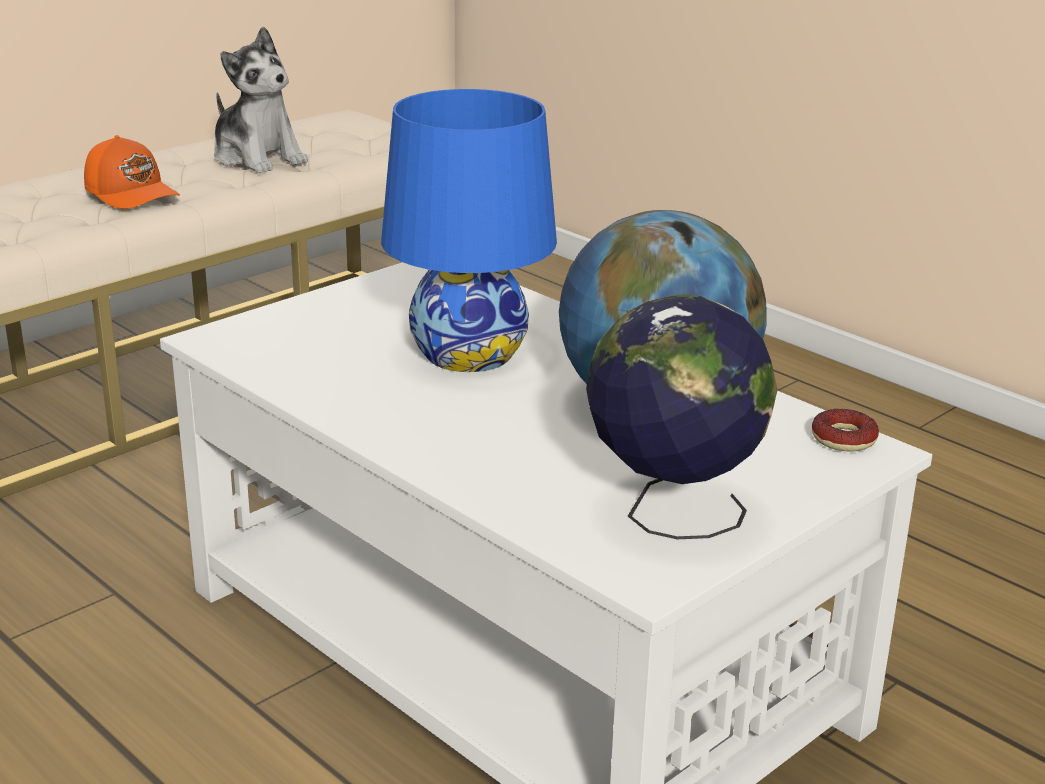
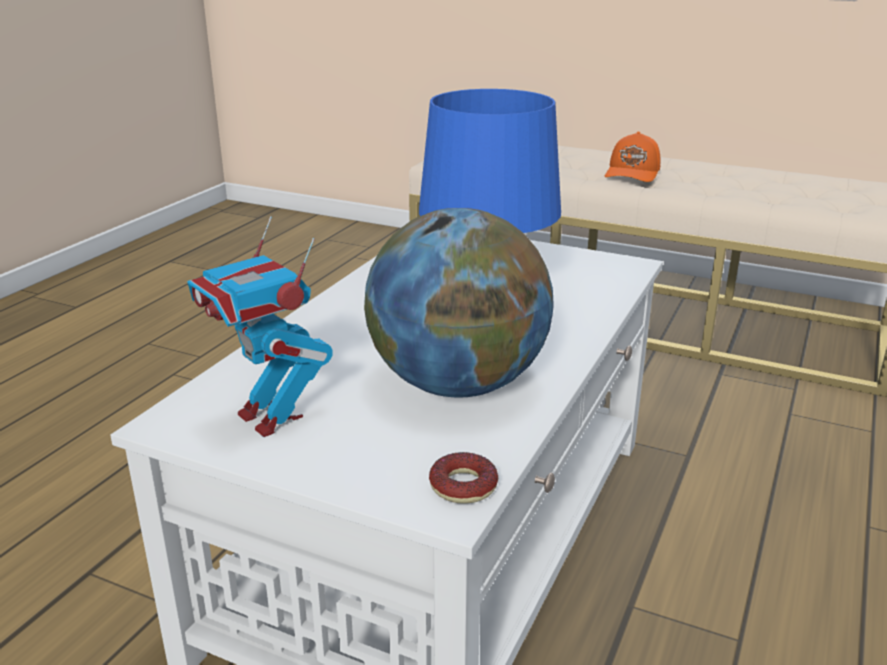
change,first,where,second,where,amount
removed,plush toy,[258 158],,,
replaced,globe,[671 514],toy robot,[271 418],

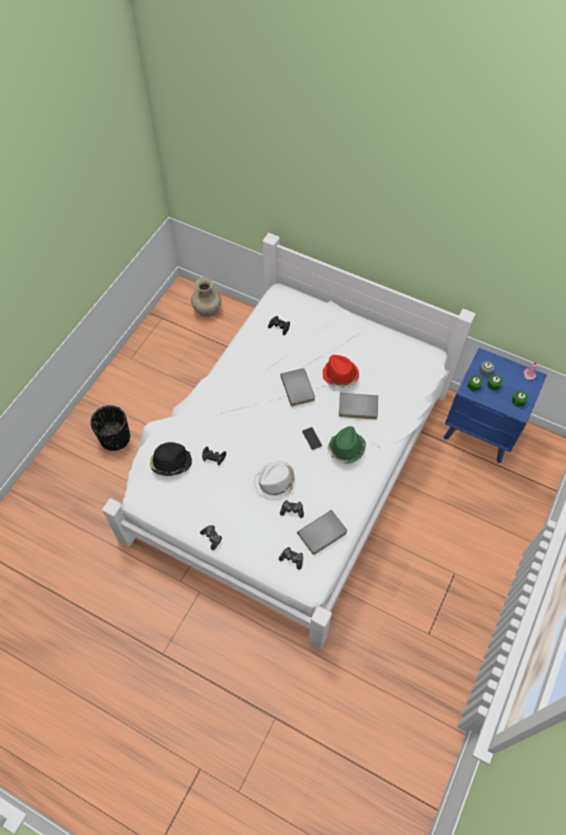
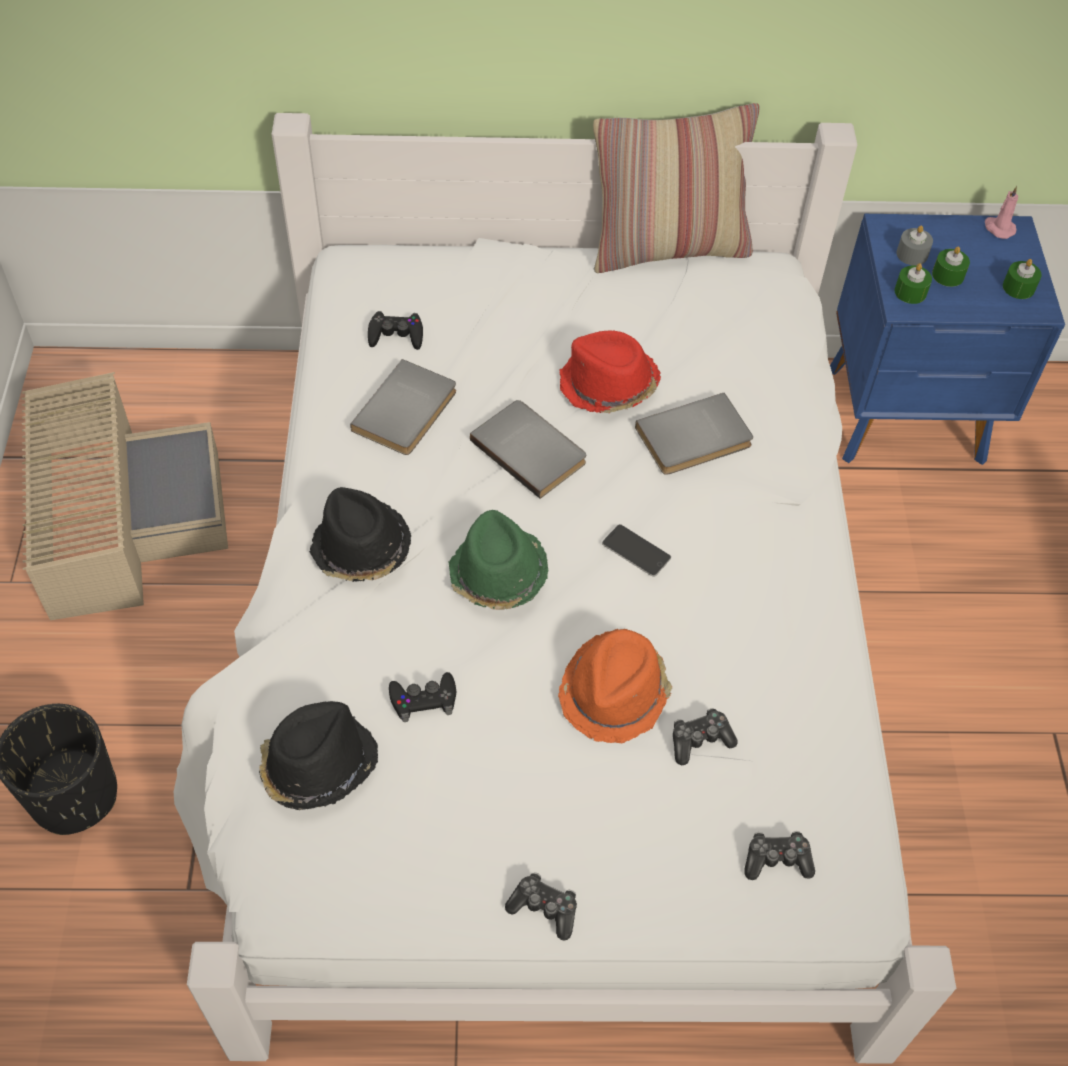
change,first,where,second,where,amount
removed,vase (beige),[207 309],,,
added,,,storage box (beige),[121 515],
added,,,hat (black),[361 549],
added,,,pillow,[667 248],
moved,book (grey),[323 534],,[408 412],
moved,hat (green),[346 449],,[497 575],
recoloured,hat (white),[275 482],hat (orange),[615 693],

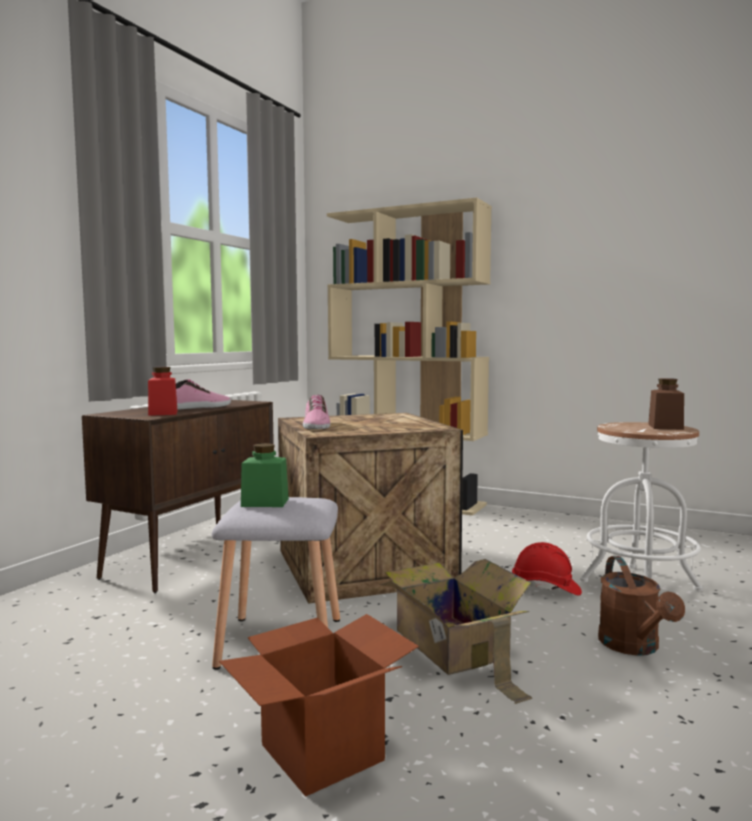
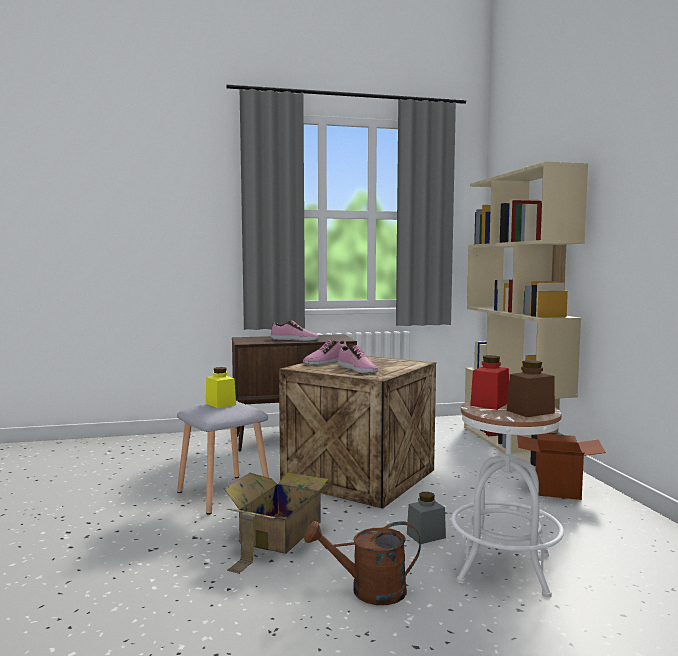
change,first,where,second,where,amount
added,,,shoe,[356 369],
moved,jar (red),[163 413],,[489 404],
moved,cardboard box,[322 752],,[557 489],
replaced,hard hat (red),[546 588],jar (grey),[426 536],
recoloured,jar (green),[265 502],jar (yellow),[220 404],
turned,watering can (brown),[634 647],,[368 591],45 degrees clockwise

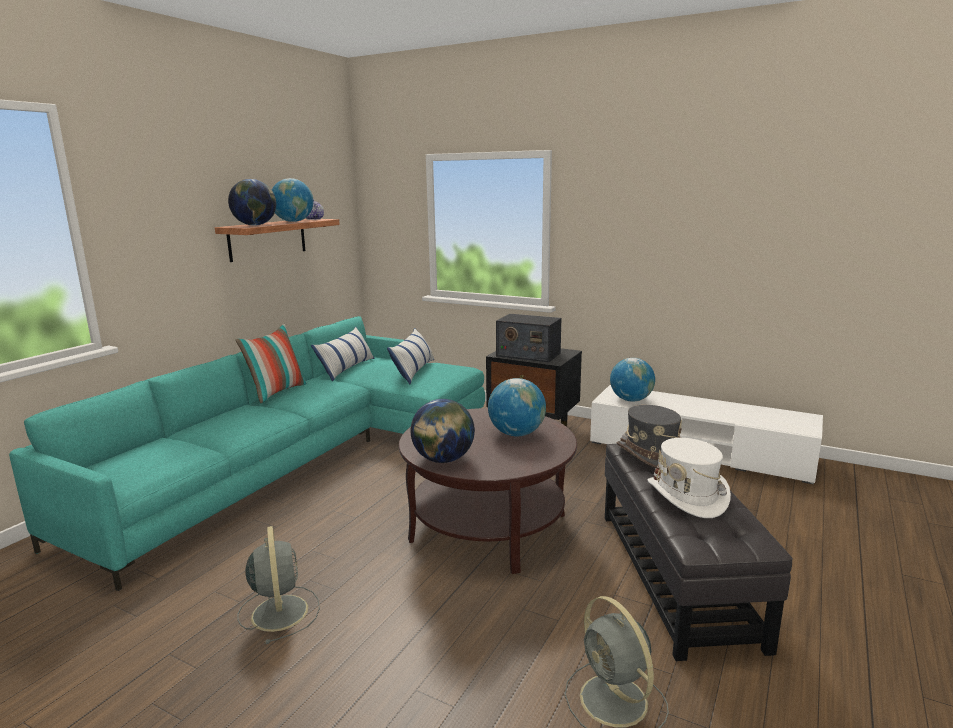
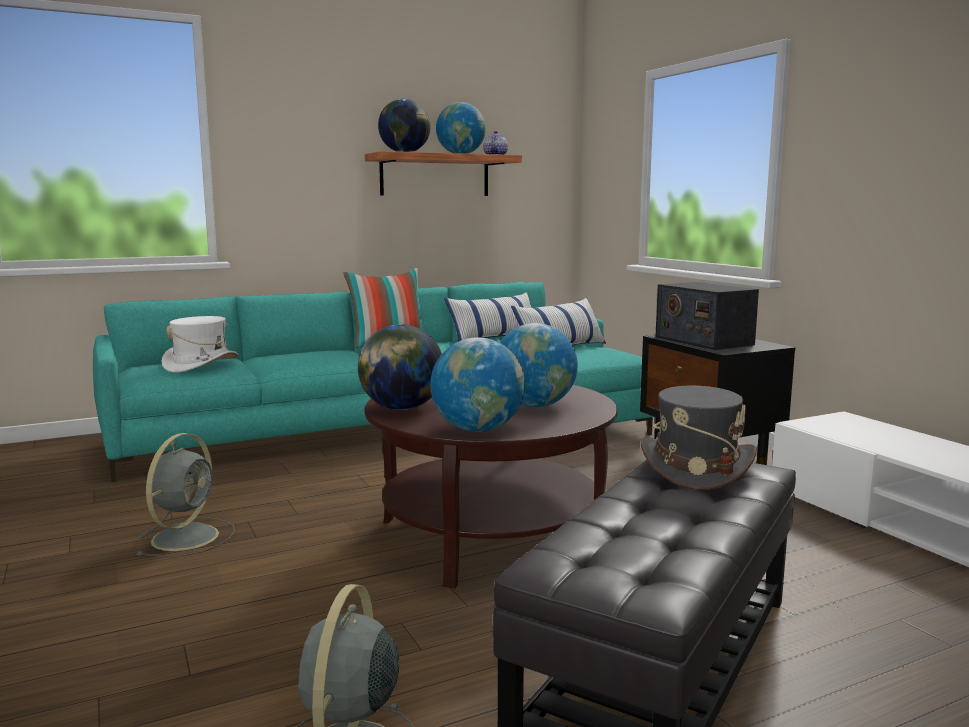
change,first,where,second,where,amount
moved,globe,[631 400],,[478 429],
moved,hat (white),[687 496],,[201 365],

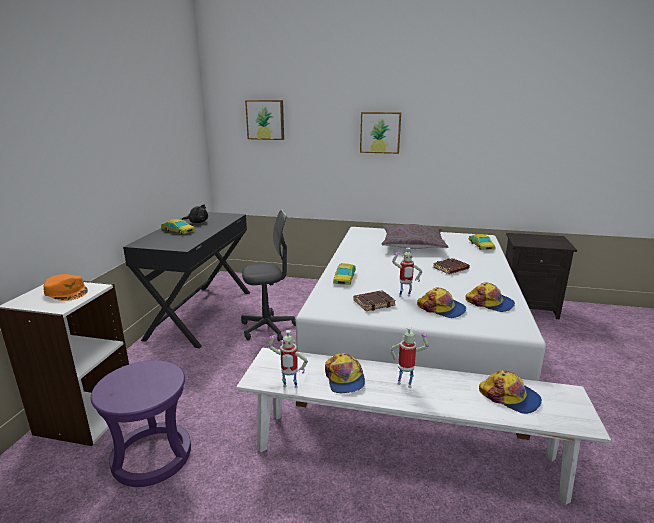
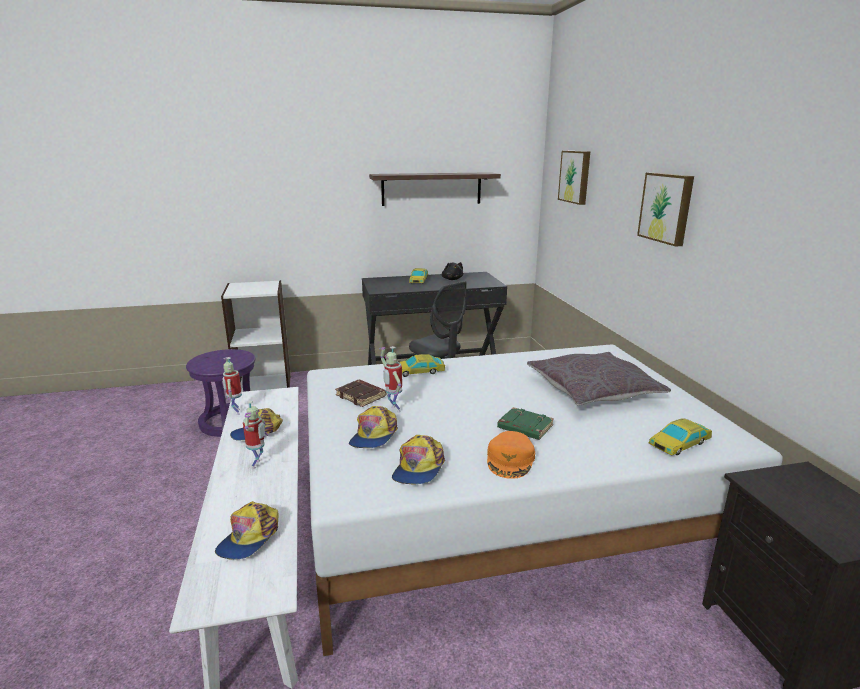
change,first,where,second,where,amount
added,,,shelf,[431 189],
moved,cap (orange),[67 292],,[510 460],
recoloured,book (brown),[450 269],book (green),[524 427],

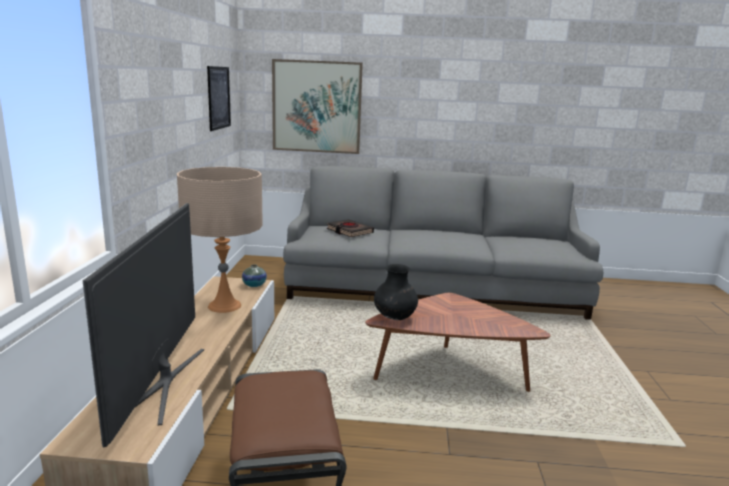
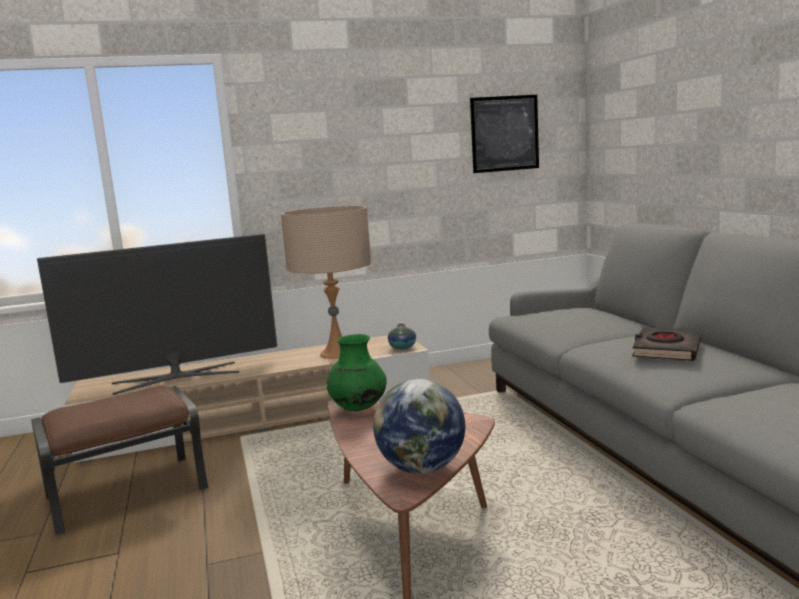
change,first,where,second,where,amount
removed,picture,[316 107],,,
added,,,globe,[421 468],
moved,book (black),[349 231],,[666 350],
recoloured,vase (black),[394 318],vase (green),[358 408],

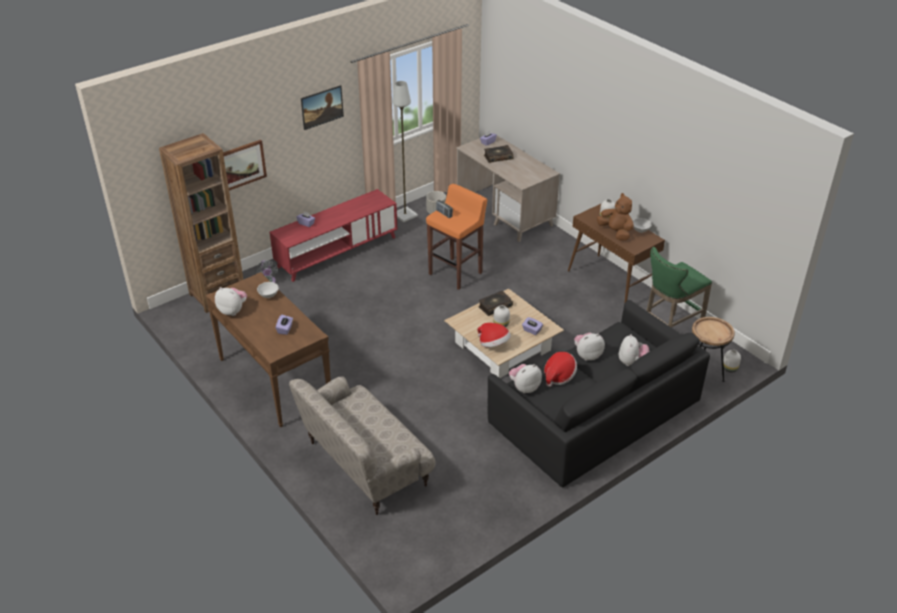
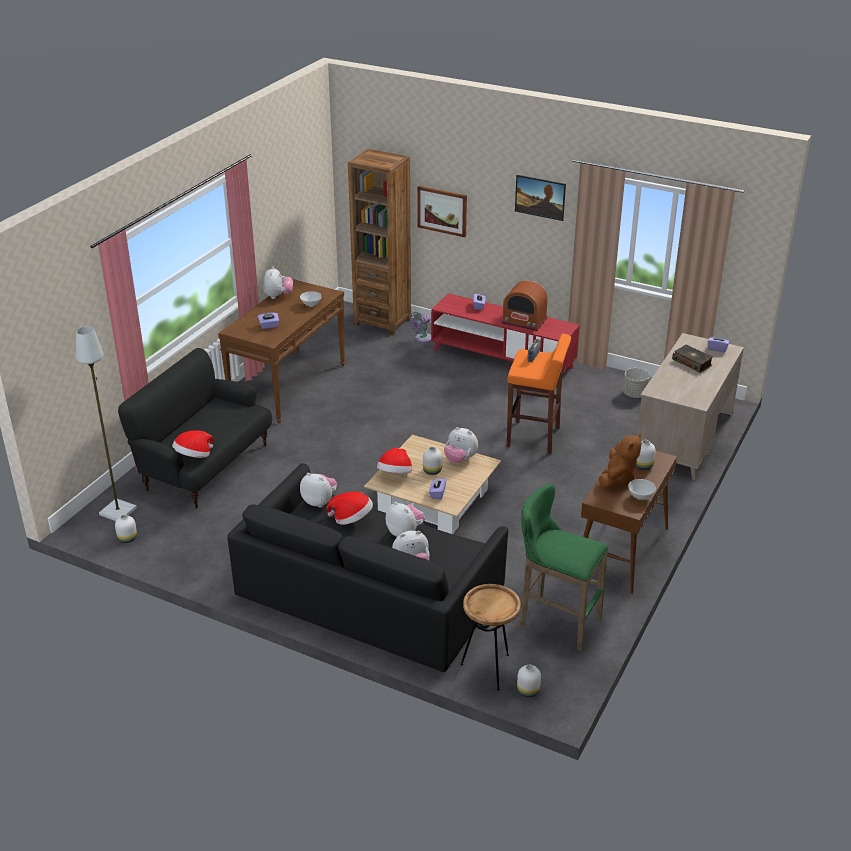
change,first,where,second,where,amount
added,,,vase (white),[127 538],
added,,,hat,[194 456],
added,,,radio,[524 321],
moved,floor lamp (grey),[404 215],,[118 511],
replaced,book,[494 306],plush toy,[460 459],
recoloured,sofa (beige),[365 465],sofa (black),[205 466],

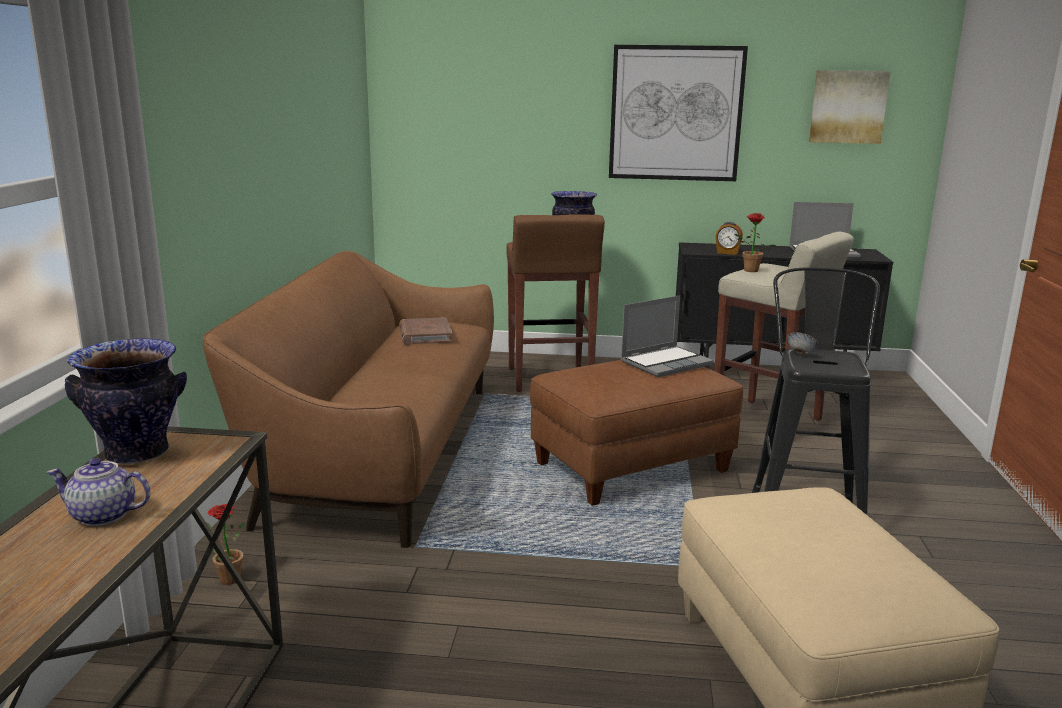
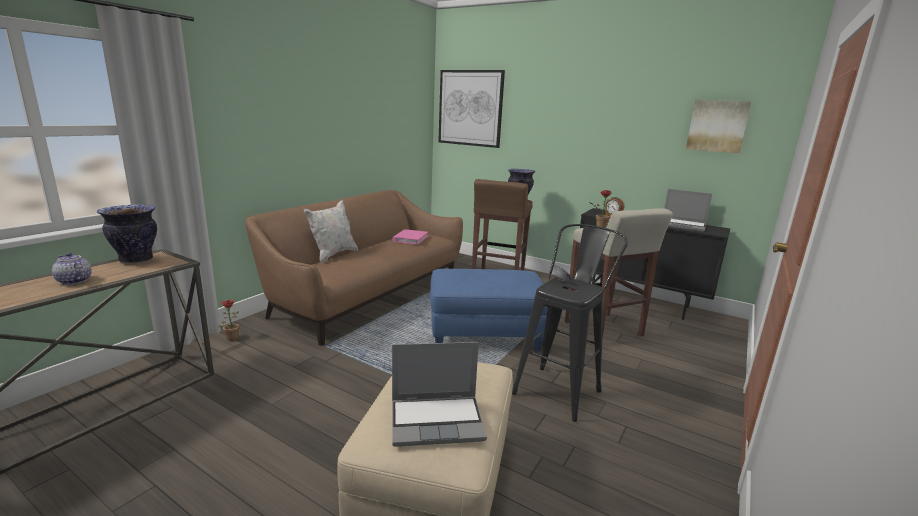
change,first,where,second,where,amount
added,,,pillow (white),[333 255],
moved,picture,[675 113],,[470 108],
moved,laptop,[666 363],,[438 421],
recoloured,book (brown),[425 335],book (pink),[410 239],
recoloured,ottoman (brown),[631 467],ottoman (blue),[485 335],

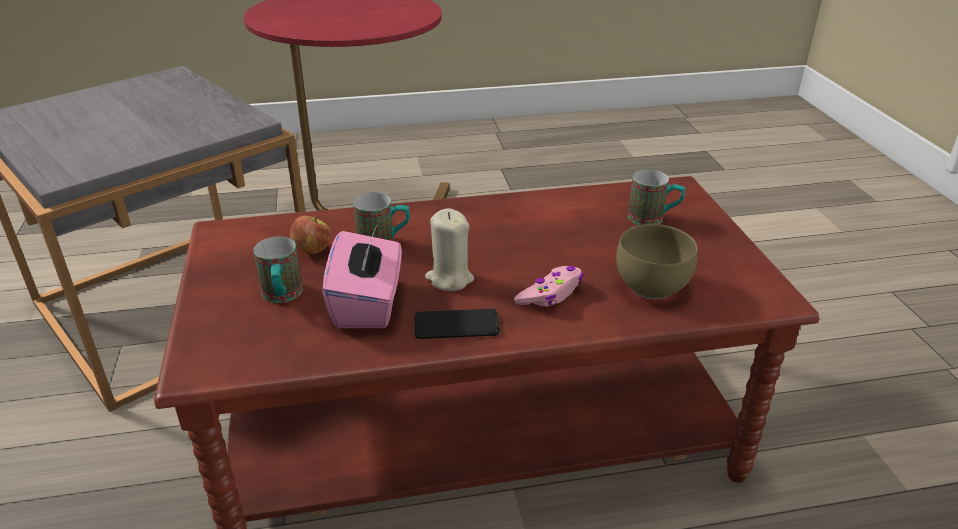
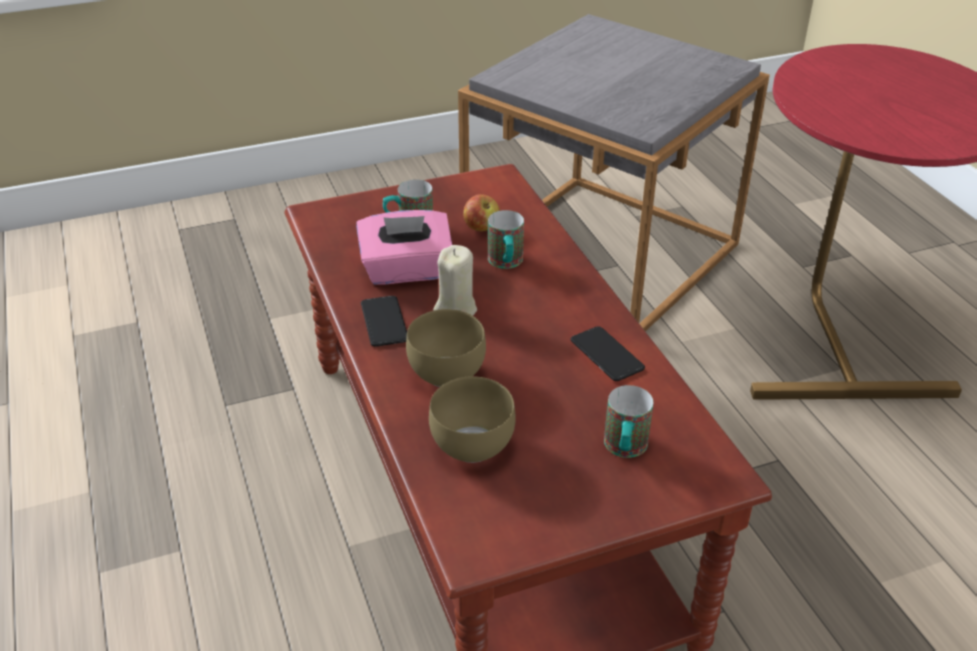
change,first,where,second,where,amount
added,,,phone,[606 355],
replaced,game controller (pink),[551 294],bowl (brown),[443 374],

